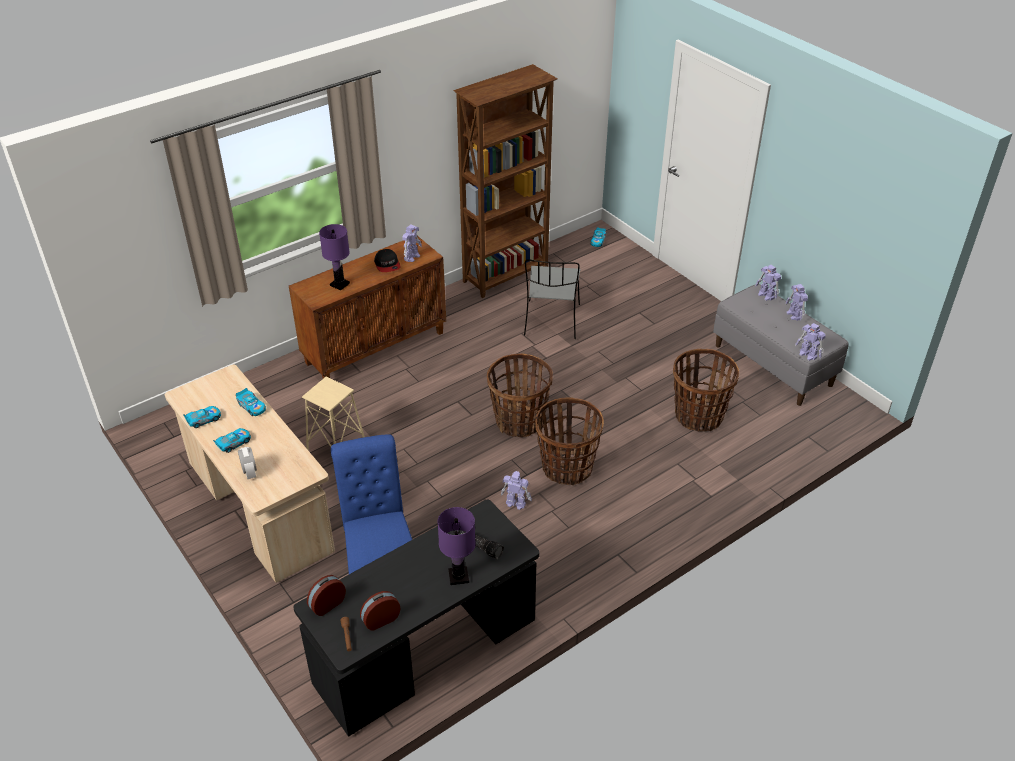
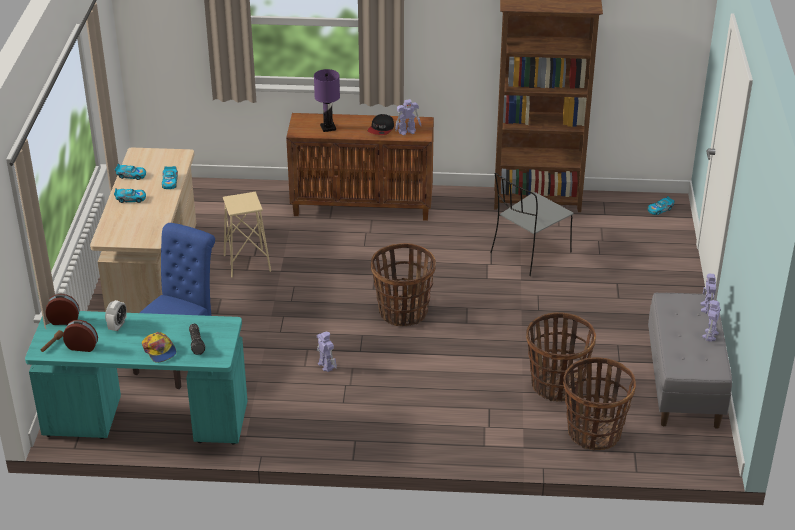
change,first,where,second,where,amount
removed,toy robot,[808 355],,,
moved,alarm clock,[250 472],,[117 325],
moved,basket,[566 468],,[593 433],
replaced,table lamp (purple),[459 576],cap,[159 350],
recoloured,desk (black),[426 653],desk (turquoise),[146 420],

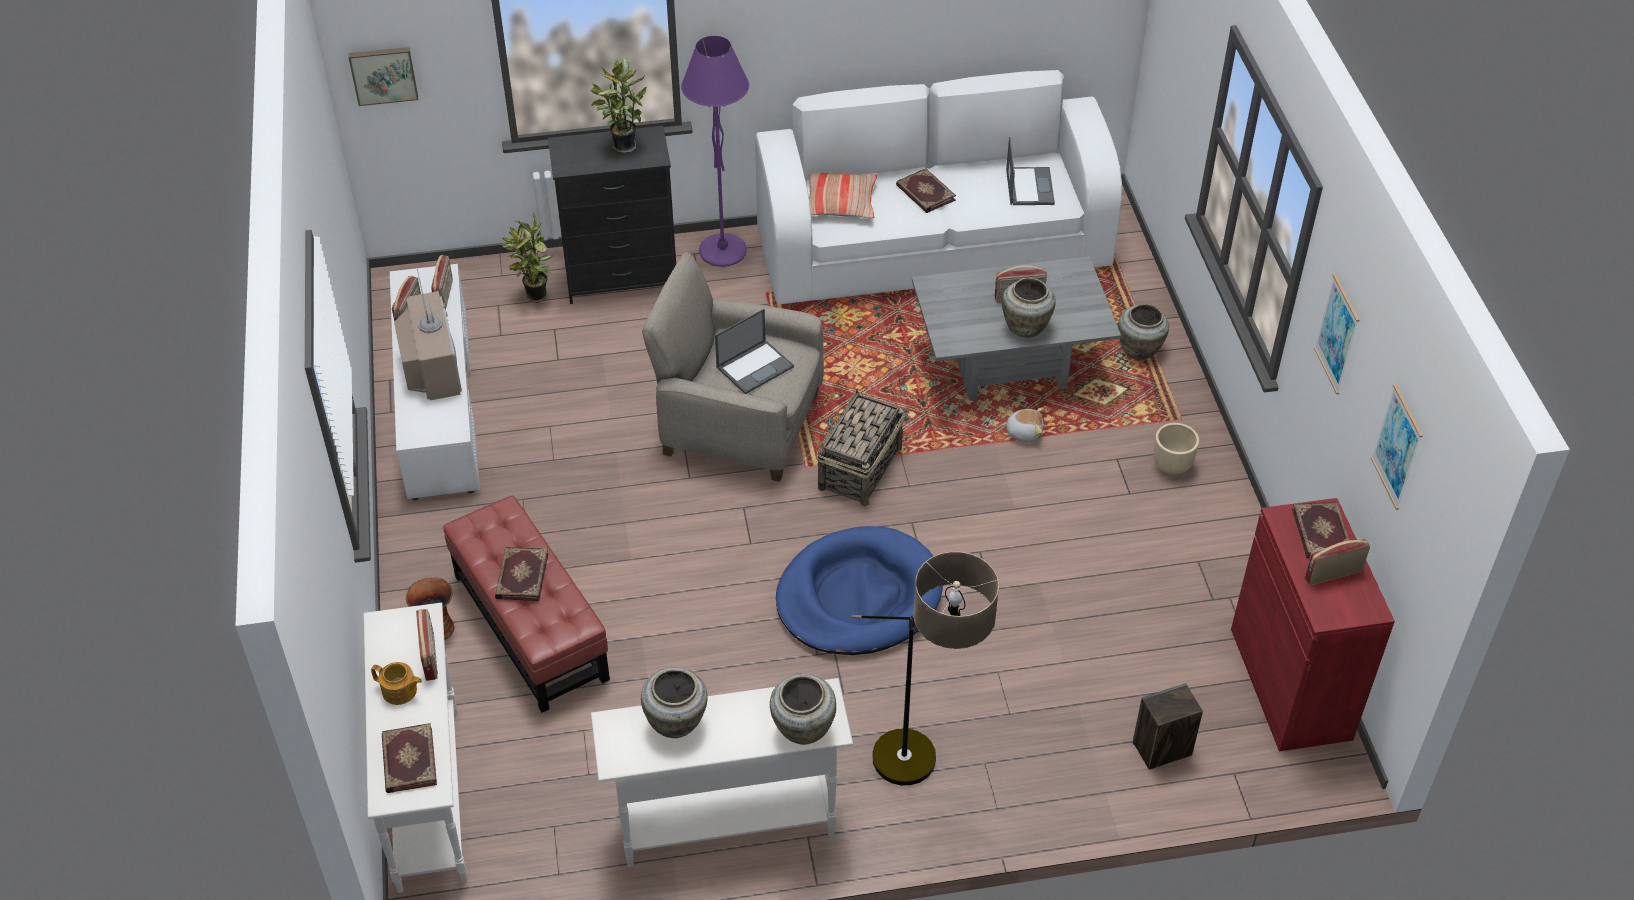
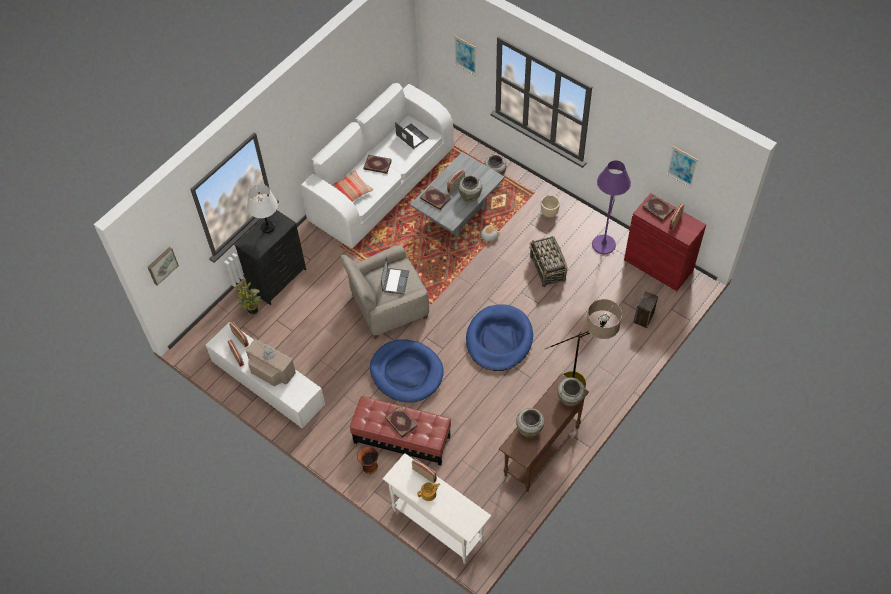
change,first,where,second,where,amount
added,,,dog bed (blue),[406 372],
moved,book,[408 760],,[435 199],
moved,floor lamp (purple),[723 251],,[603 245],
moved,basket,[859 469],,[547 269],
moved,picture,[1337 334],,[465 55],
replaced,potted plant,[622 145],table lamp (white),[268 227],
recoloured,console table (white),[726 822],console table (brown),[541 451],

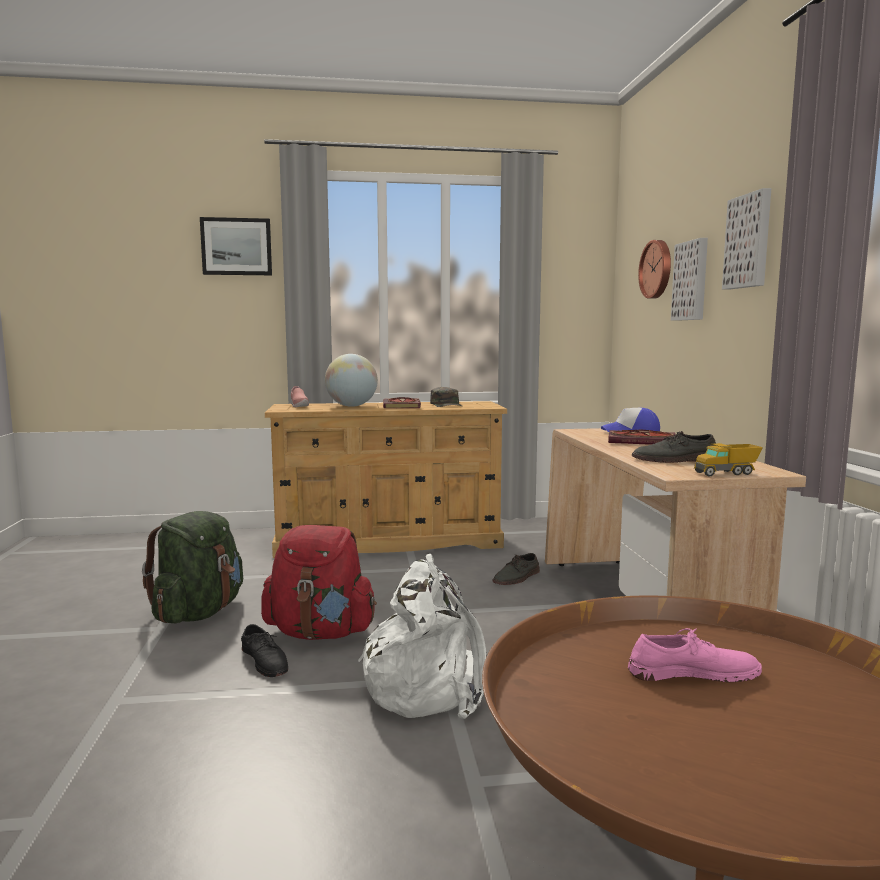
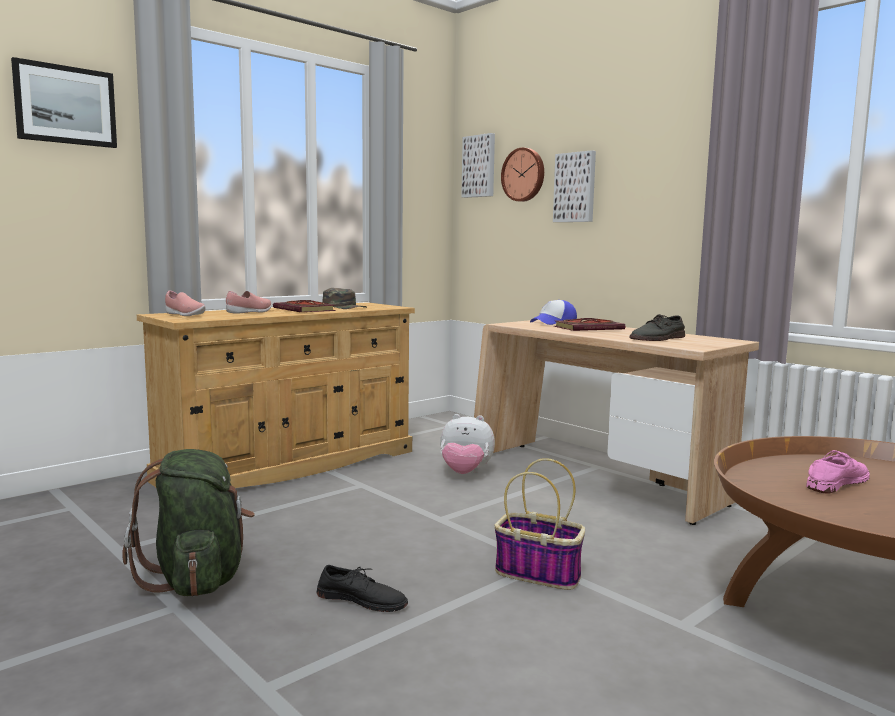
change,first,where,second,where,amount
removed,backpack (red),[321 632],,,
removed,toy truck,[726 473],,,
moved,picture,[749 241],,[479 166],
replaced,globe,[351 406],shoe (pink),[250 312],
replaced,backpack (white),[427 685],basket,[539 573],
replaced,shoe (grey),[517 577],plush toy,[465 473],

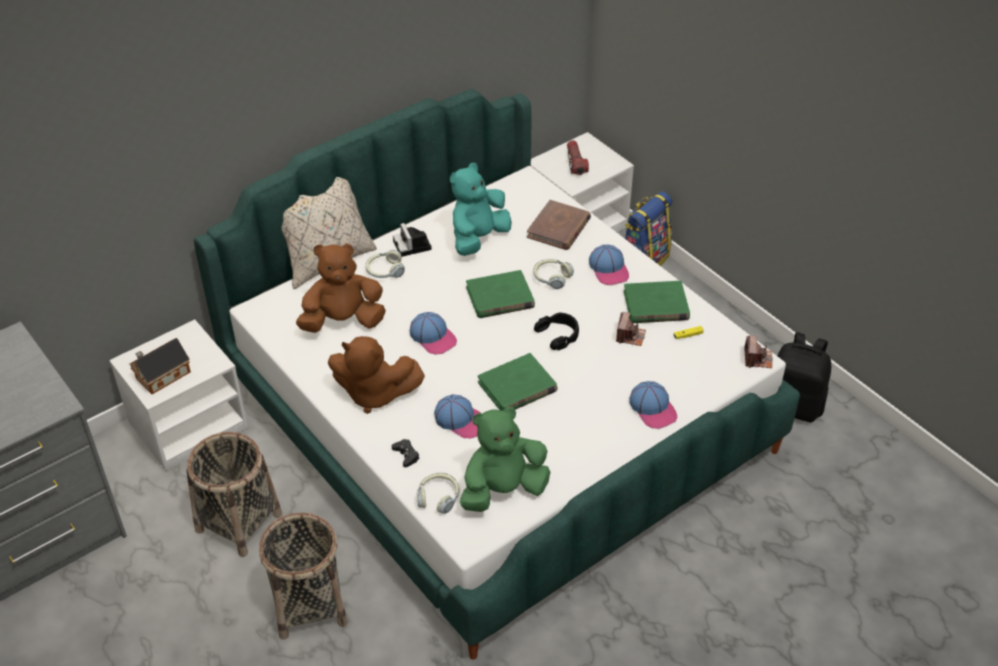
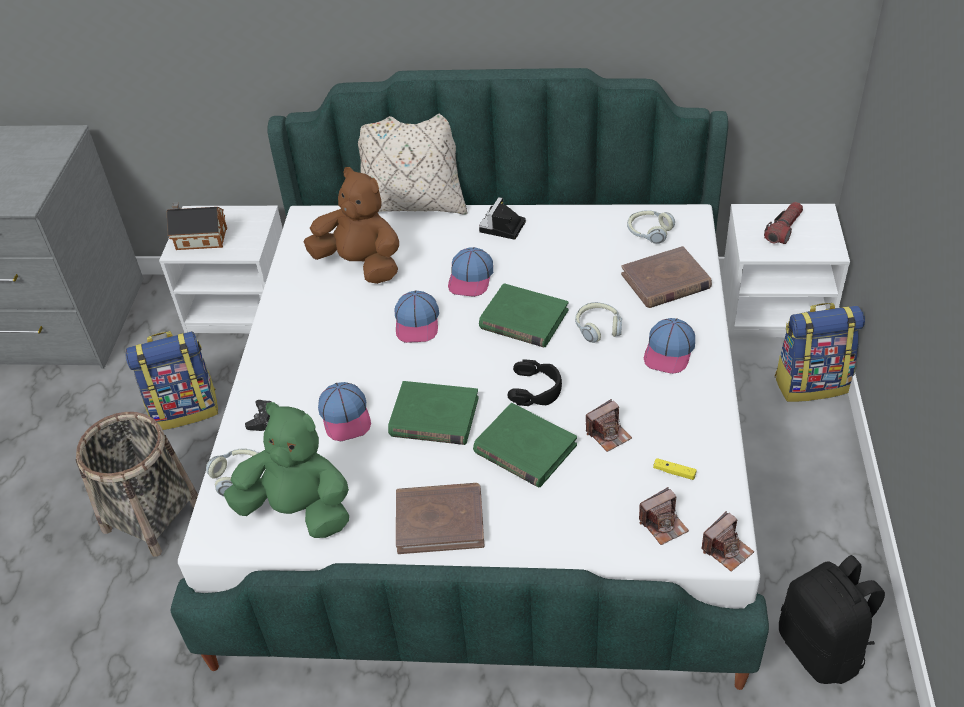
change,first,where,second,where,amount
removed,plush toy (brown),[374 393],,,
removed,plush toy (turquoise),[478 238],,,
added,,,book (brown),[440 520],
added,,,photo camera,[663 525],
moved,headphones,[384 271],,[649 232],
moved,book (green),[656 305],,[524 449],
moved,cap,[653 409],,[471 278],
replaced,basket,[239 522],backpack,[185 409],

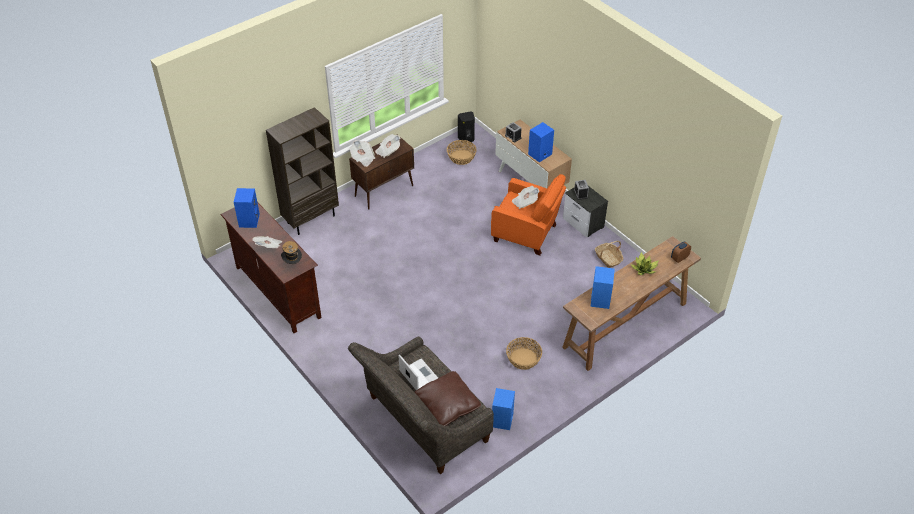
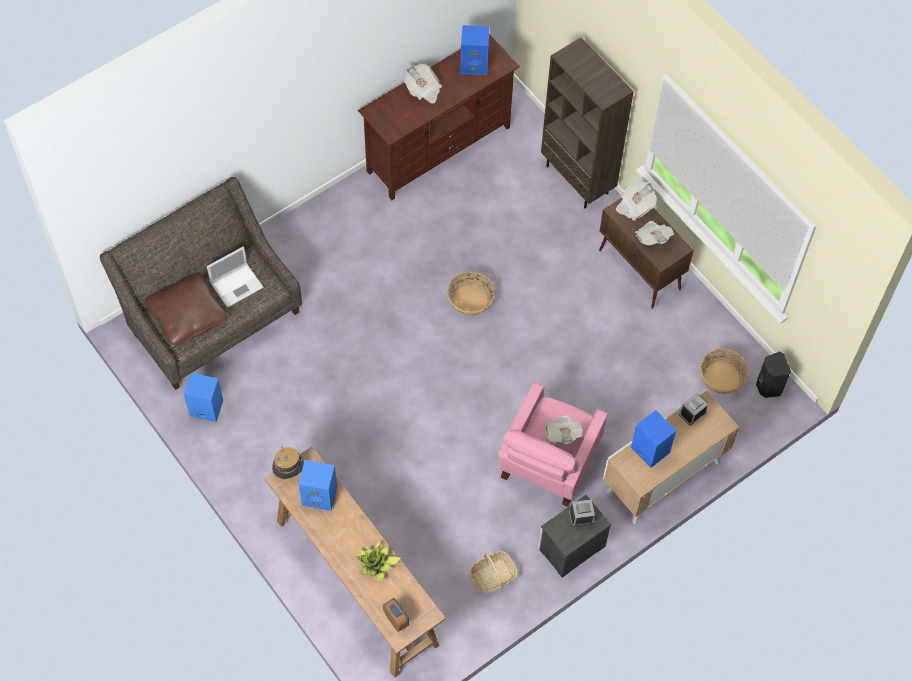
change,first,where,second,where,amount
moved,hat,[292 263],,[289 472],
moved,basket,[523 359],,[470 300],
recoloured,armchair (orange),[527 234],armchair (pink),[547 463],

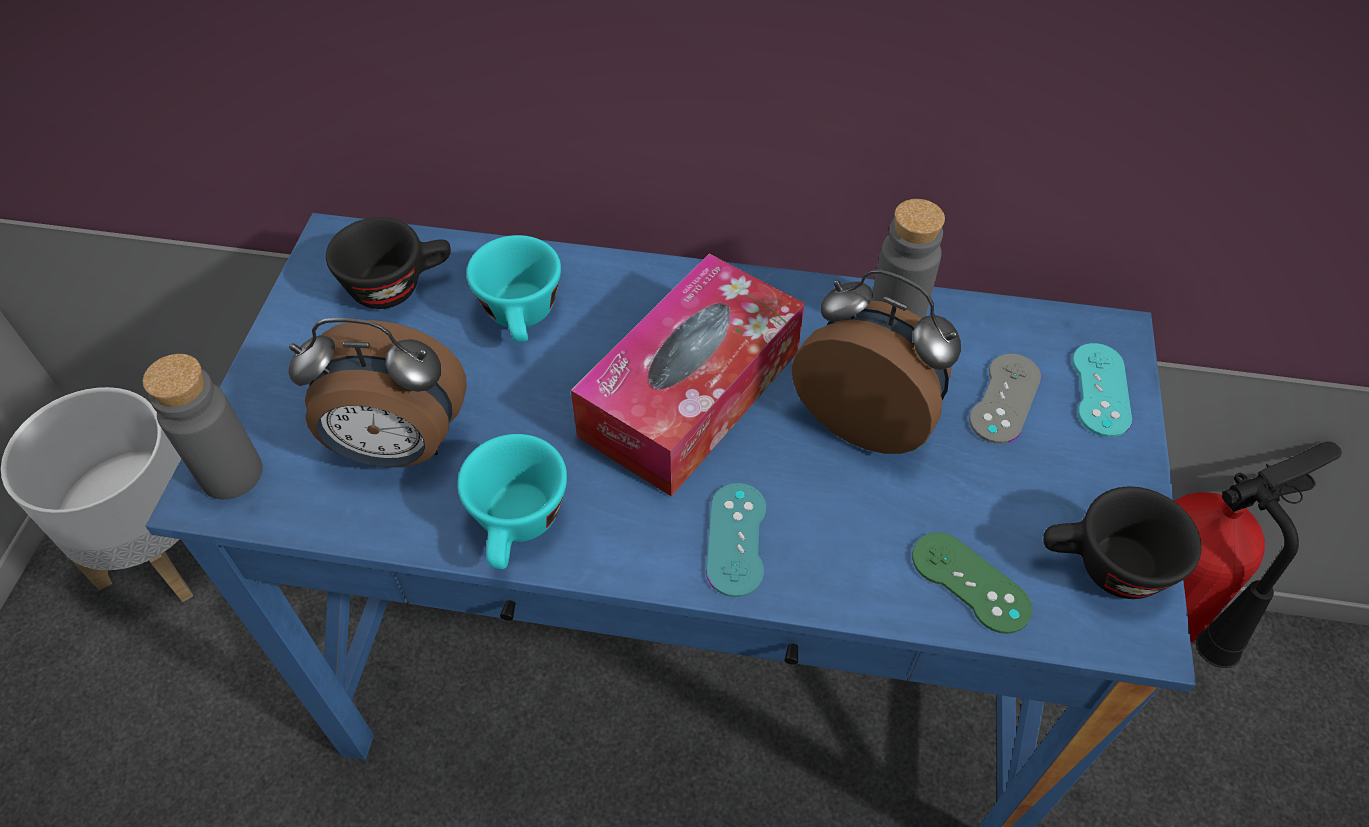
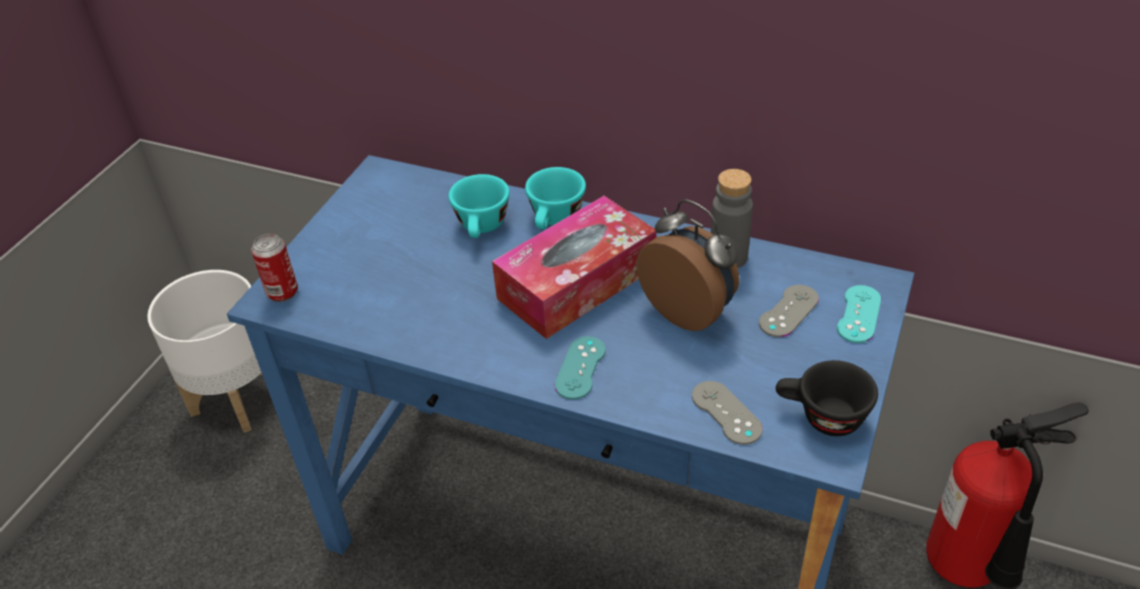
change,first,where,second,where,amount
removed,alarm clock,[397 448],,,
removed,cup (black),[398 285],,,
moved,cup (turquoise),[518 527],,[555 220],
replaced,bottle (grey),[231 474],can,[282 292],
recoloured,game controller (green),[970 582],game controller (grey),[726 413],

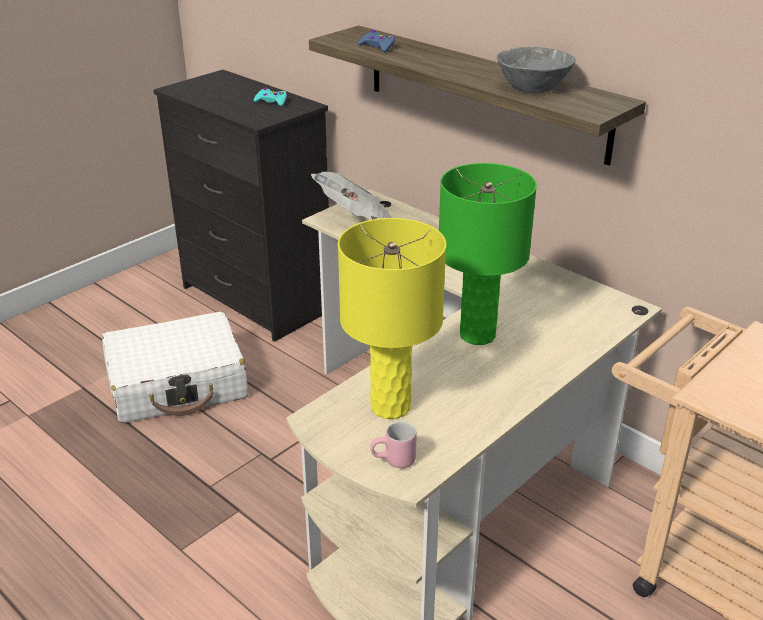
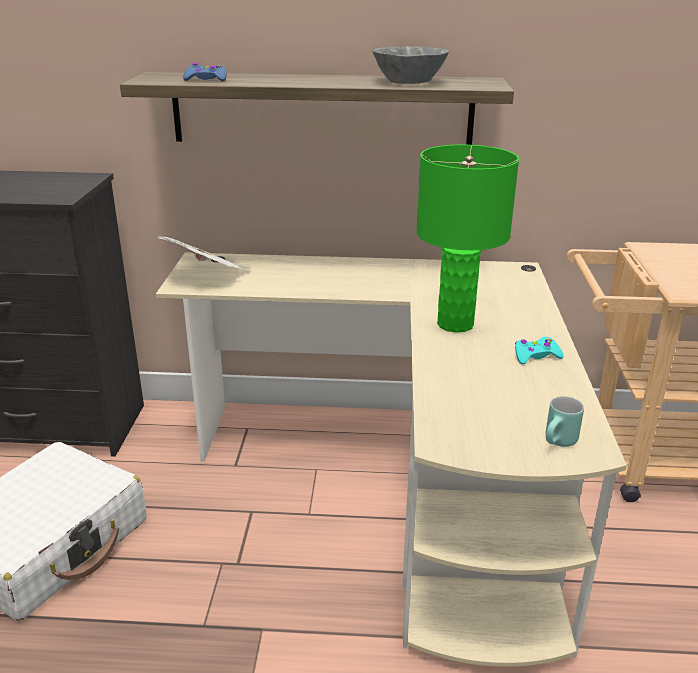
change,first,where,second,where,amount
removed,table lamp (yellow),[390 407],,,
moved,game controller (turquoise),[271 101],,[535 356],
recoloured,mug (pink),[394 462],mug (turquoise),[559 443],

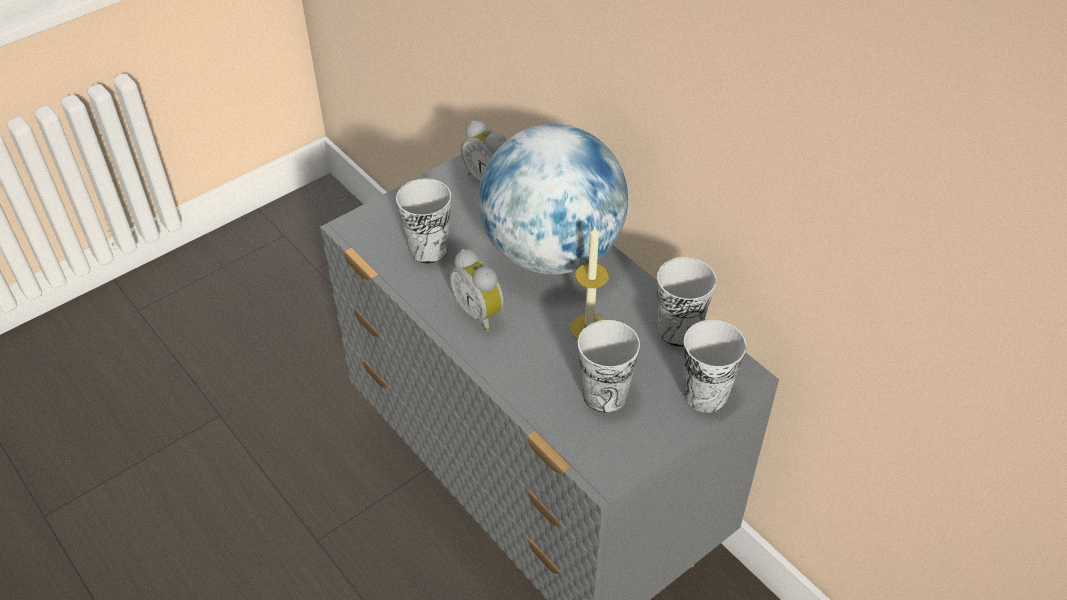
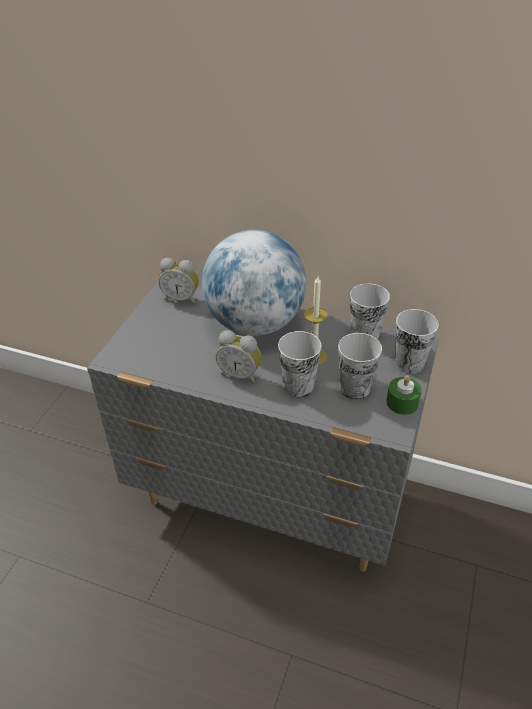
change,first,where,second,where,amount
added,,,candle (green),[402 402],
moved,cup,[428 250],,[298 386],

